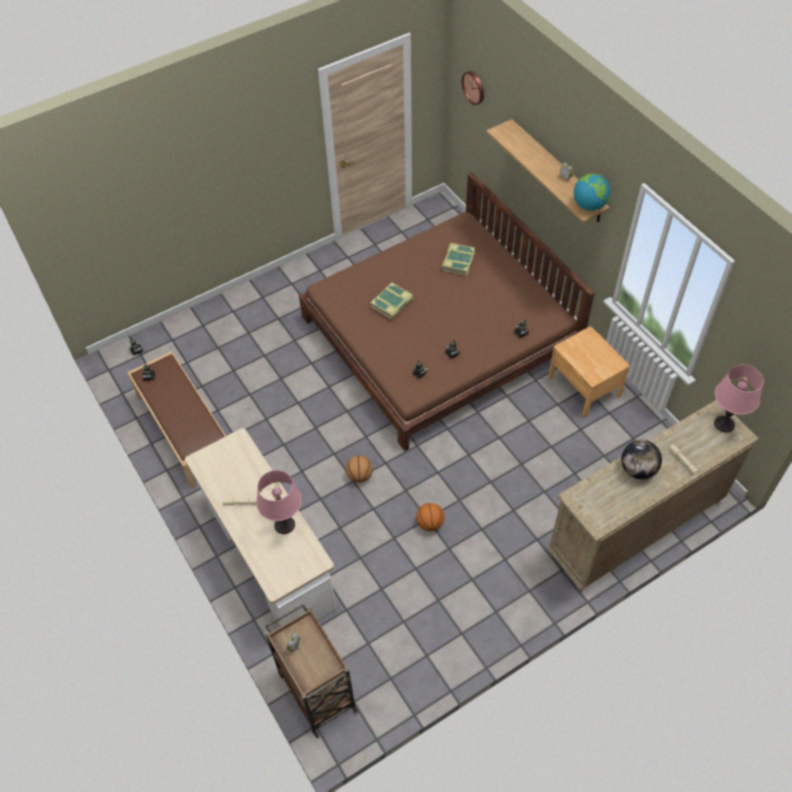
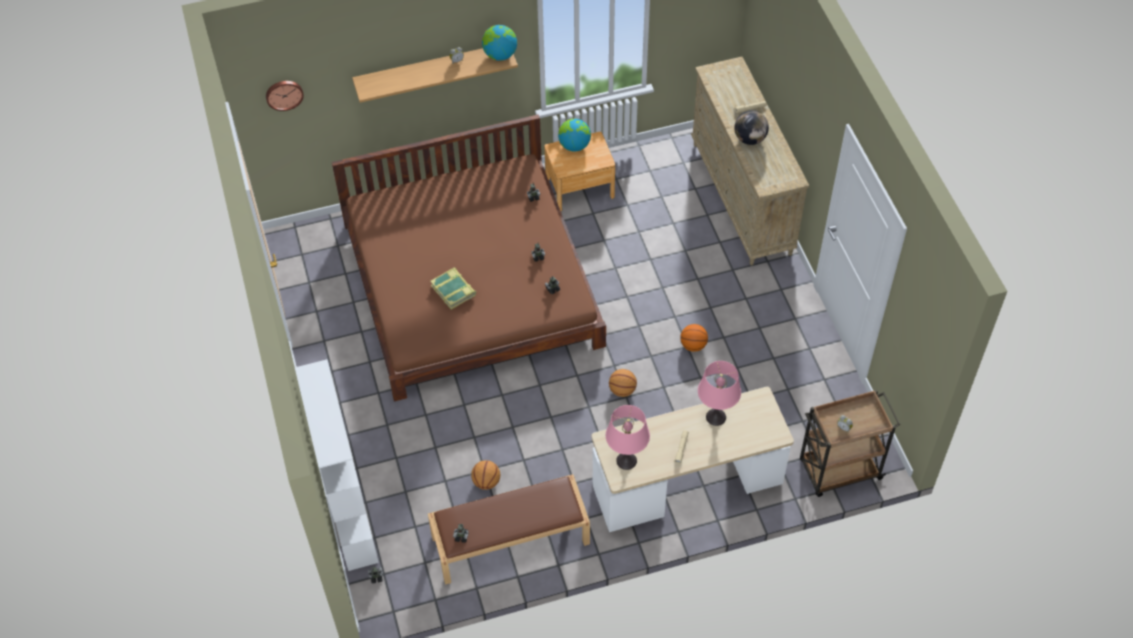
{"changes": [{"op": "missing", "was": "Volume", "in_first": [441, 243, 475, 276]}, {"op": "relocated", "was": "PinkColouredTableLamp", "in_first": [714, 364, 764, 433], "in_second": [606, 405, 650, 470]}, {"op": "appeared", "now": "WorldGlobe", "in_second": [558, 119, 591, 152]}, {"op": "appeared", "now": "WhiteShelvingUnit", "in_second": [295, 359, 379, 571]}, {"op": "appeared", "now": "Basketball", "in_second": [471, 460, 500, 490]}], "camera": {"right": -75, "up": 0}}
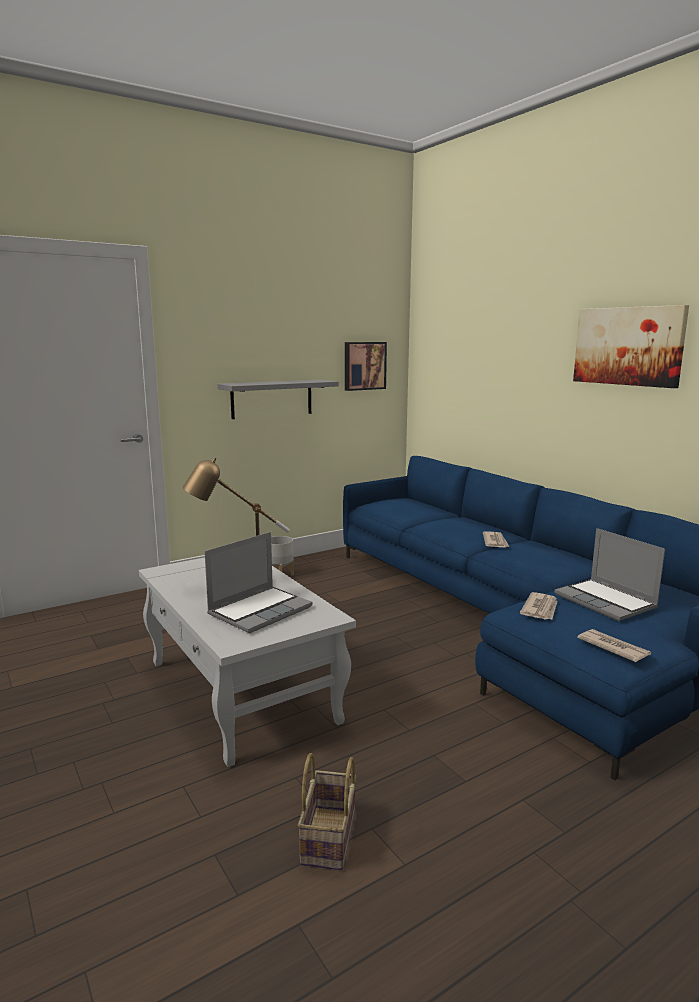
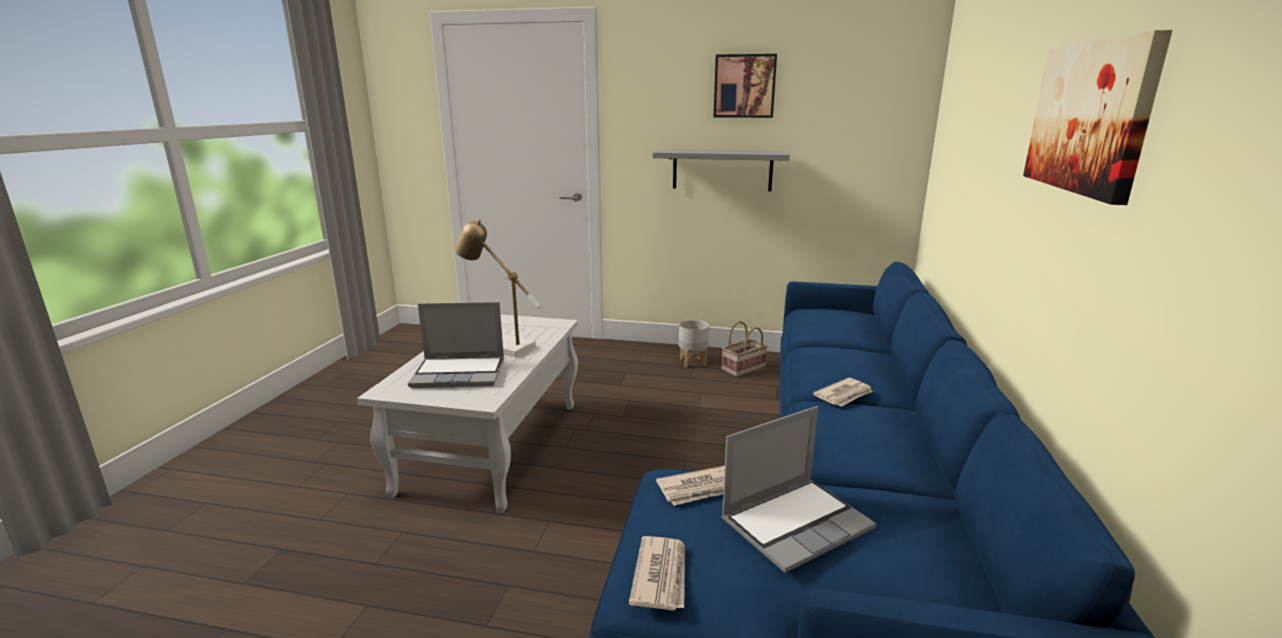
{"changes": [{"op": "relocated", "was": "WallArt", "in_first": [345, 342, 387, 391], "in_second": [714, 54, 777, 118]}, {"op": "spun", "was": "PortableComputer", "in_first": [554, 528, 665, 621], "in_second": [721, 406, 876, 573], "clockwise": -135}, {"op": "relocated", "was": "Basket", "in_first": [298, 753, 356, 870], "in_second": [721, 321, 768, 377]}], "camera": {"right": 45, "up": 5}}
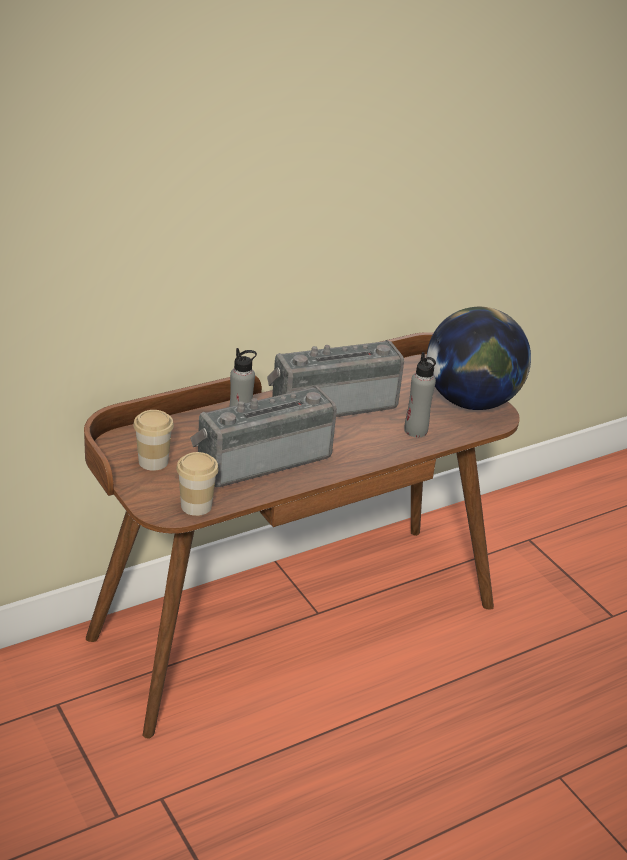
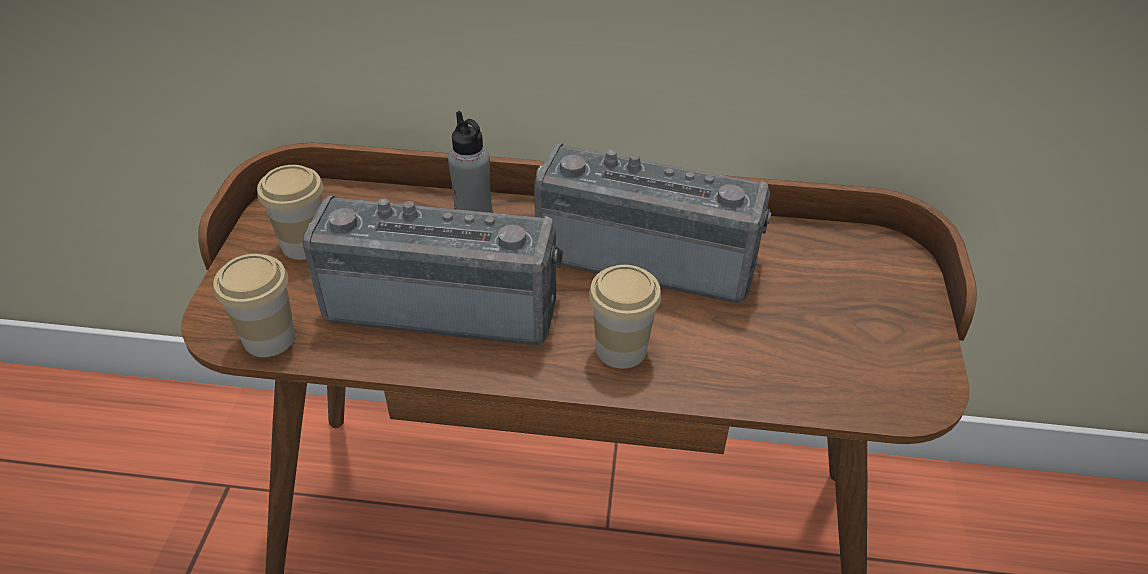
{"changes": [{"op": "missing", "was": "WorldGlobe", "in_first": [427, 307, 531, 410]}, {"op": "missing", "was": "GrayBeverageBottle", "in_first": [404, 352, 436, 437]}, {"op": "appeared", "now": "SmallCup", "in_second": [589, 265, 661, 368]}], "camera": {"right": 40, "up": 10}}
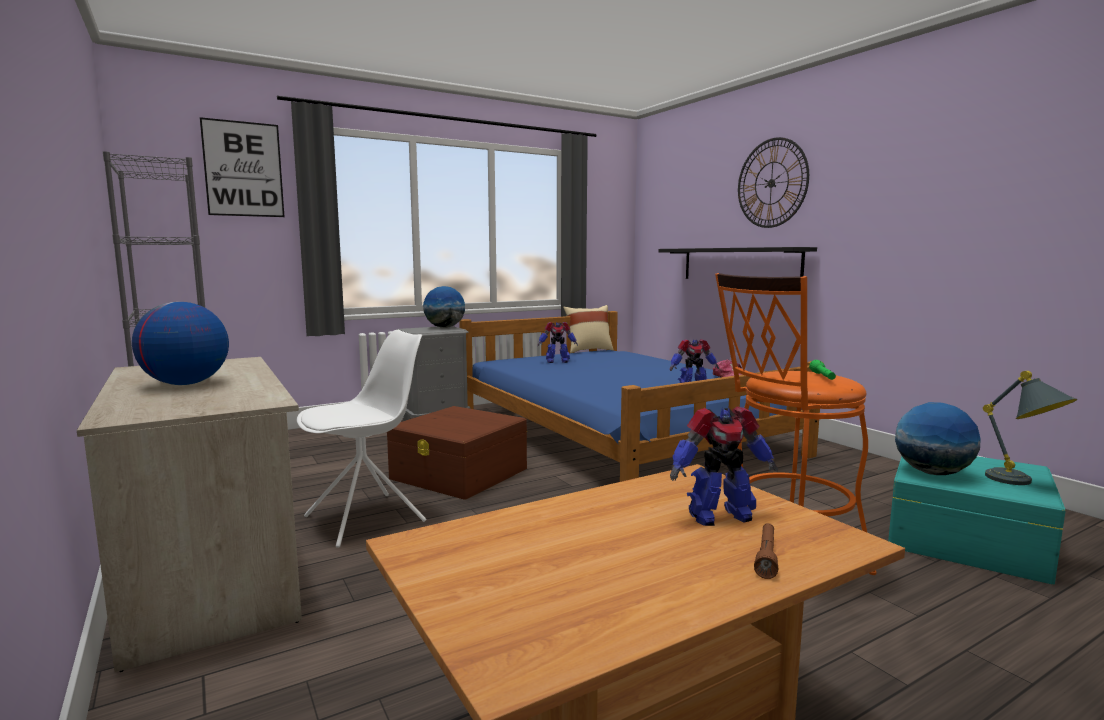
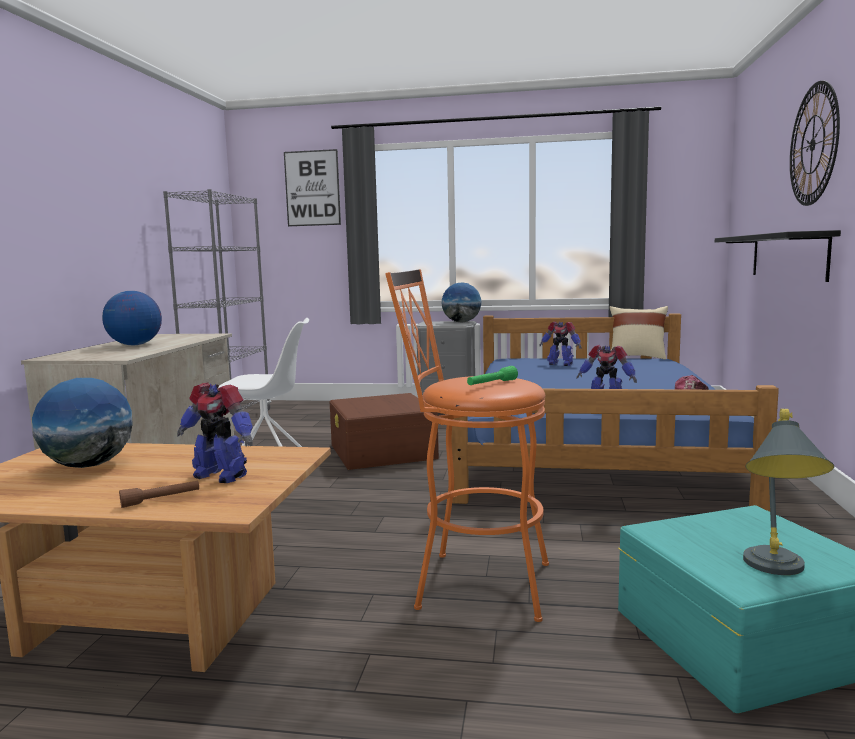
{"changes": [{"op": "relocated", "was": "WorldGlobe", "in_first": [895, 402, 981, 475], "in_second": [32, 378, 133, 468]}], "camera": {"right": 40, "up": 0}}
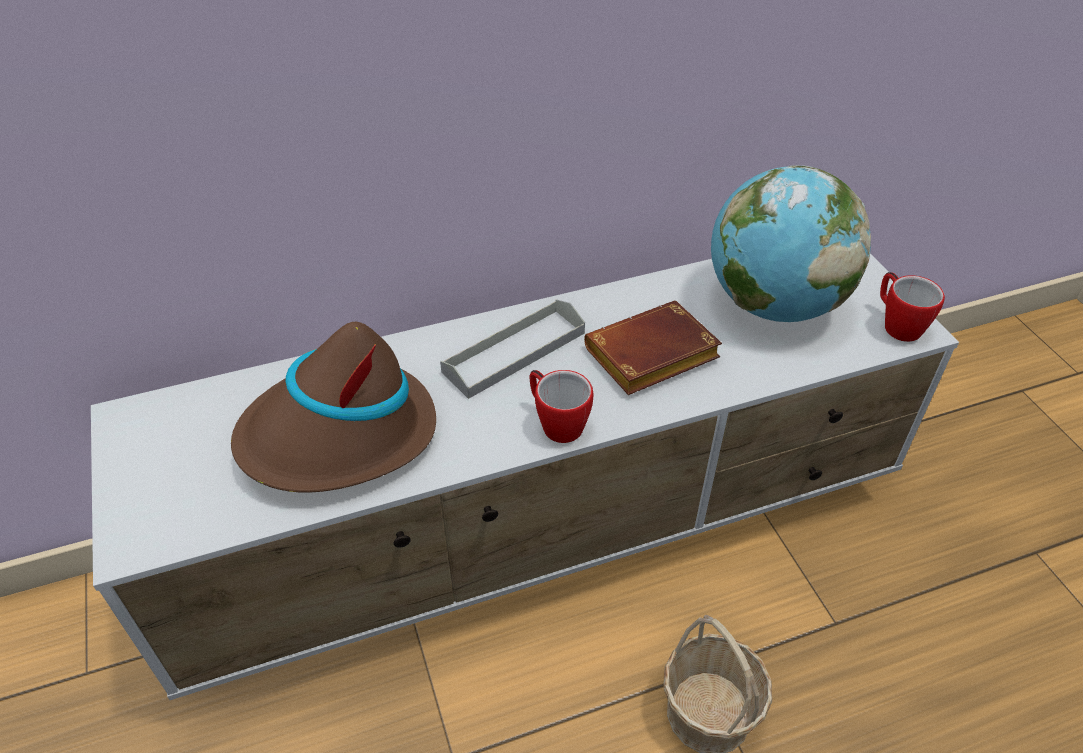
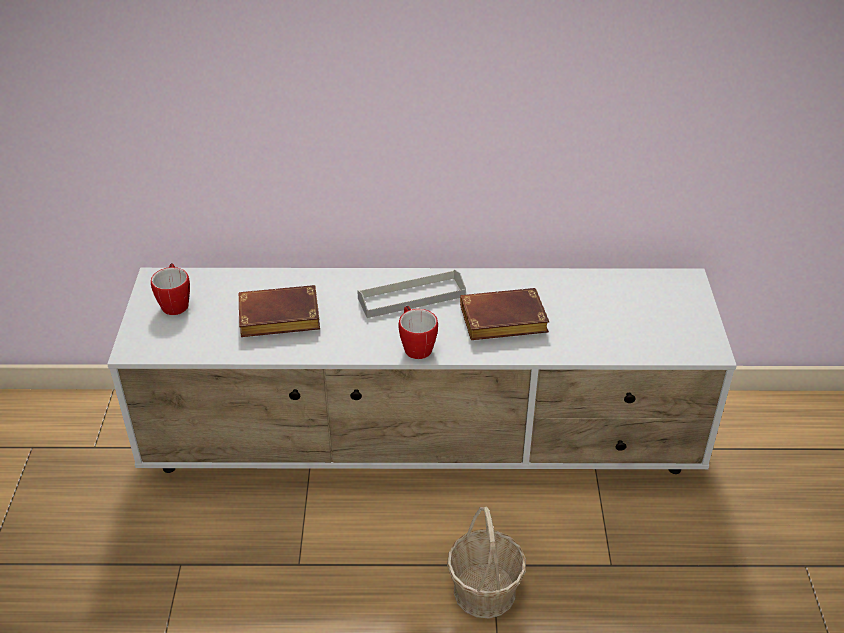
{"changes": [{"op": "missing", "was": "WorldGlobe", "in_first": [711, 165, 871, 322]}, {"op": "relocated", "was": "TeaMug", "in_first": [880, 272, 945, 342], "in_second": [151, 263, 190, 315]}, {"op": "exchanged", "was": "BrownishClothingHat", "now": "BrownishVolume", "in_first": [231, 322, 436, 493], "in_second": [239, 285, 320, 337]}], "camera": {"right": 20, "up": -5}}
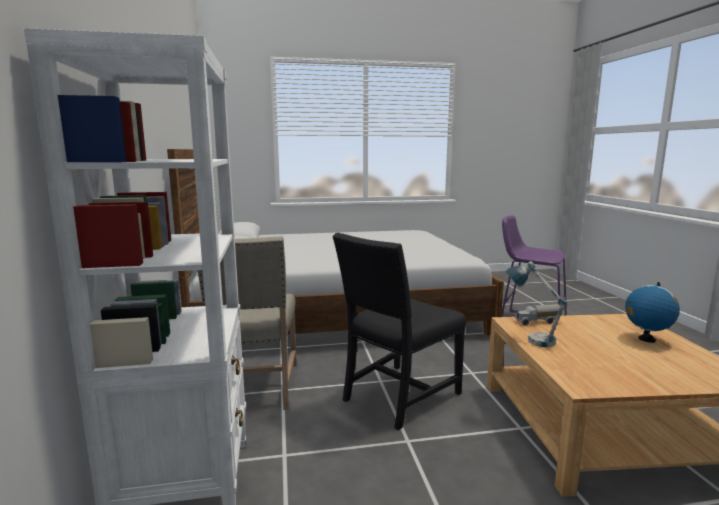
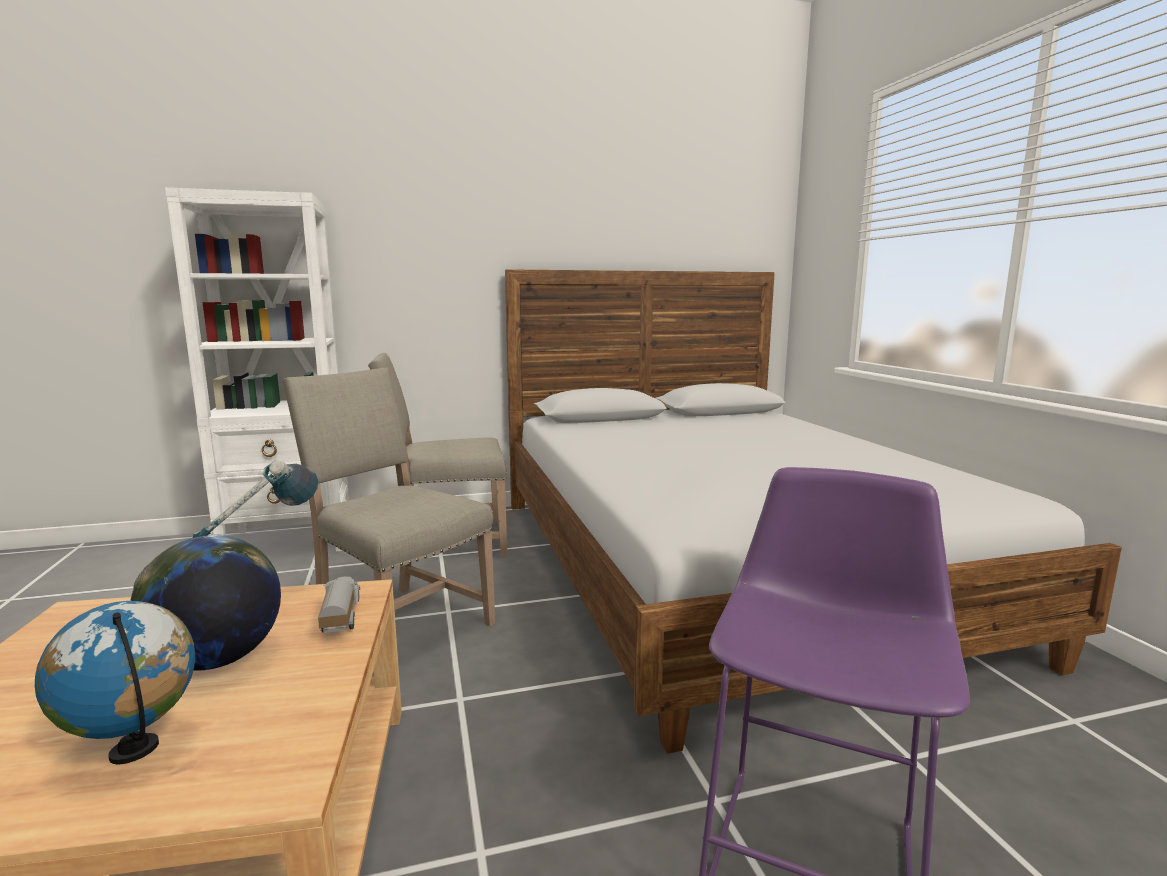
{"changes": [{"op": "colour", "was": "BlackPlainChair", "now": "BeigePlainChair", "in_first": [332, 233, 466, 430], "in_second": [282, 367, 495, 626]}, {"op": "appeared", "now": "WorldGlobe", "in_second": [130, 534, 281, 671]}], "camera": {"right": 85, "up": 0}}
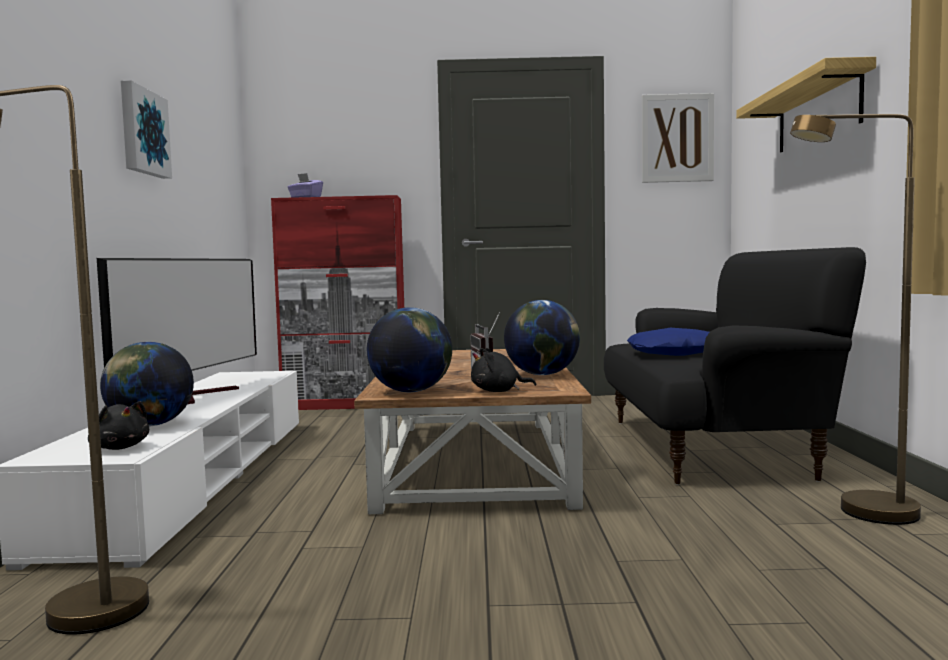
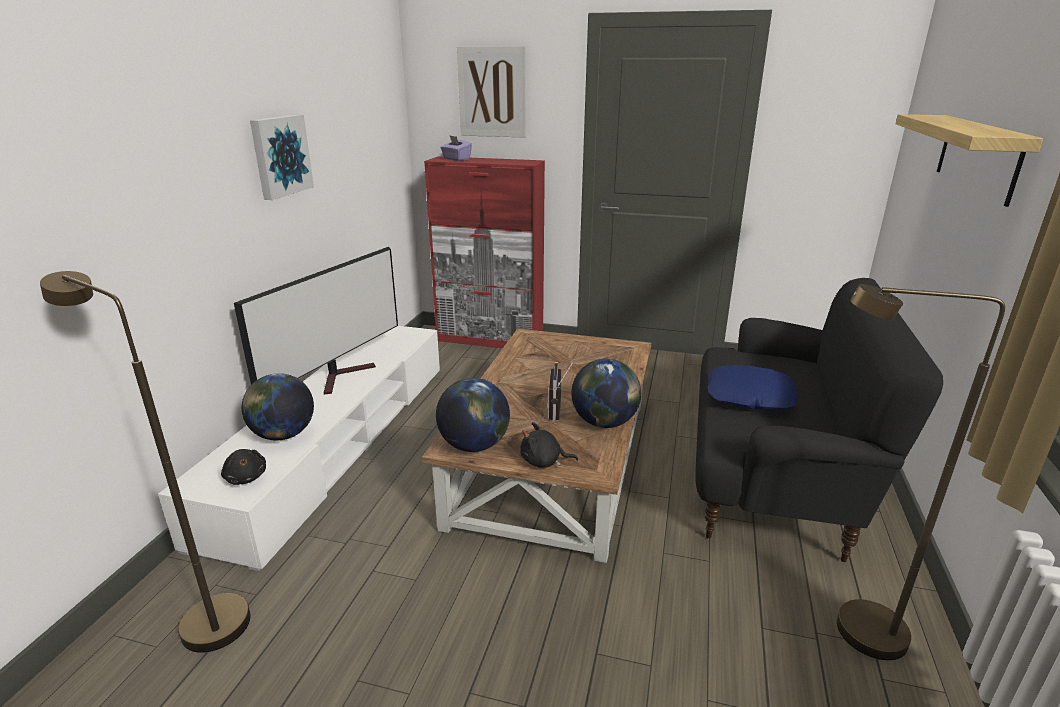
{"changes": [{"op": "relocated", "was": "WallArt", "in_first": [642, 93, 714, 183], "in_second": [457, 46, 525, 138]}], "camera": {"right": 15, "up": 20}}
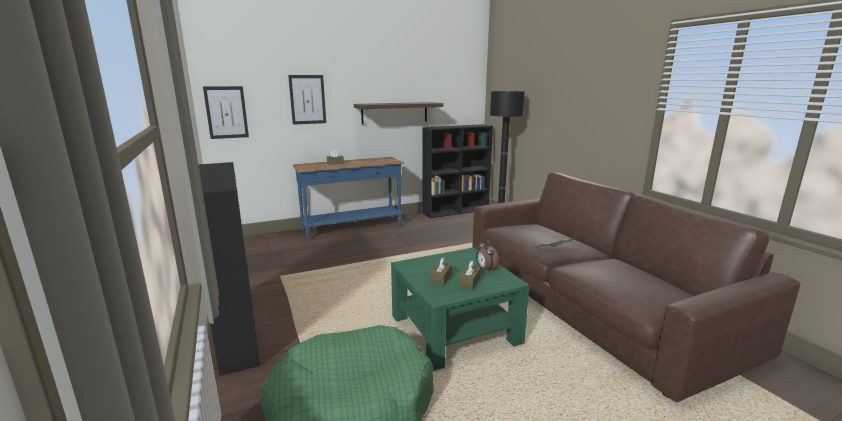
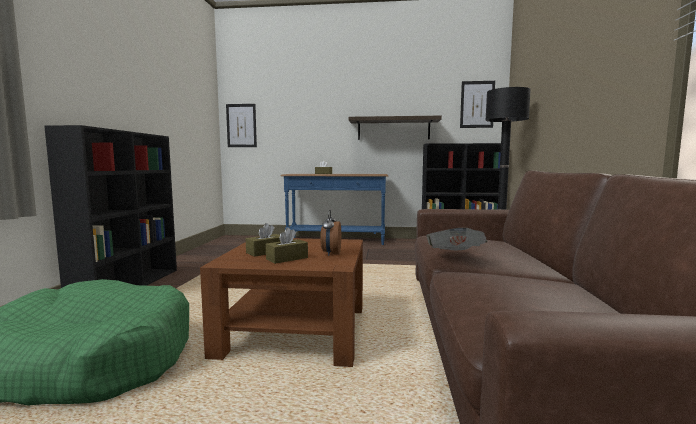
{"changes": [{"op": "relocated", "was": "WallArt", "in_first": [288, 75, 326, 125], "in_second": [460, 81, 495, 128]}, {"op": "colour", "was": "GreenLoungeTable", "now": "BrownishLoungeTable", "in_first": [391, 247, 530, 371], "in_second": [200, 238, 363, 367]}], "camera": {"right": 30, "up": -10}}
